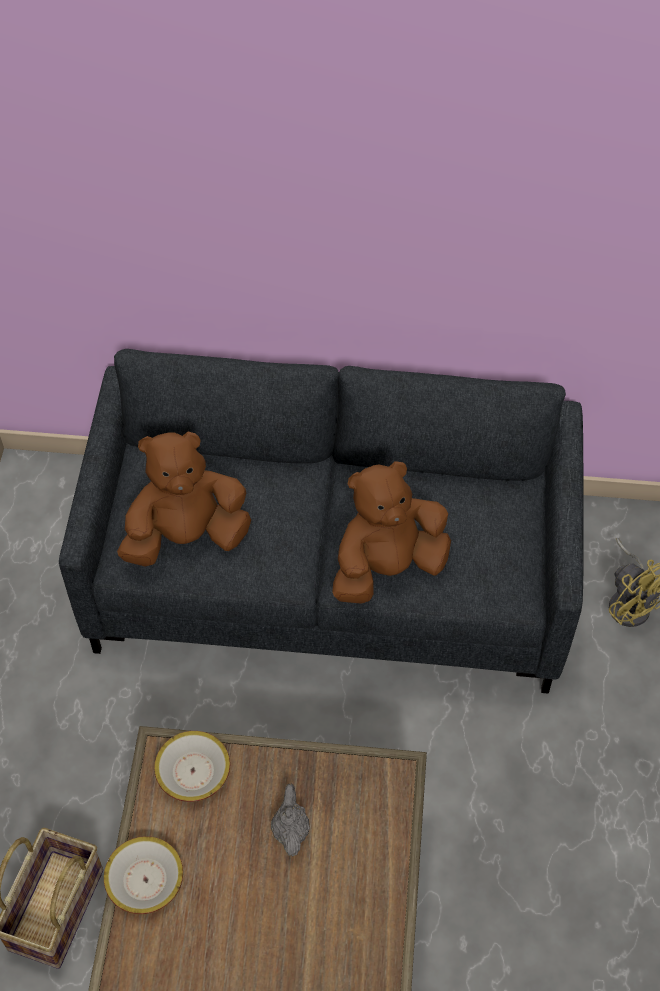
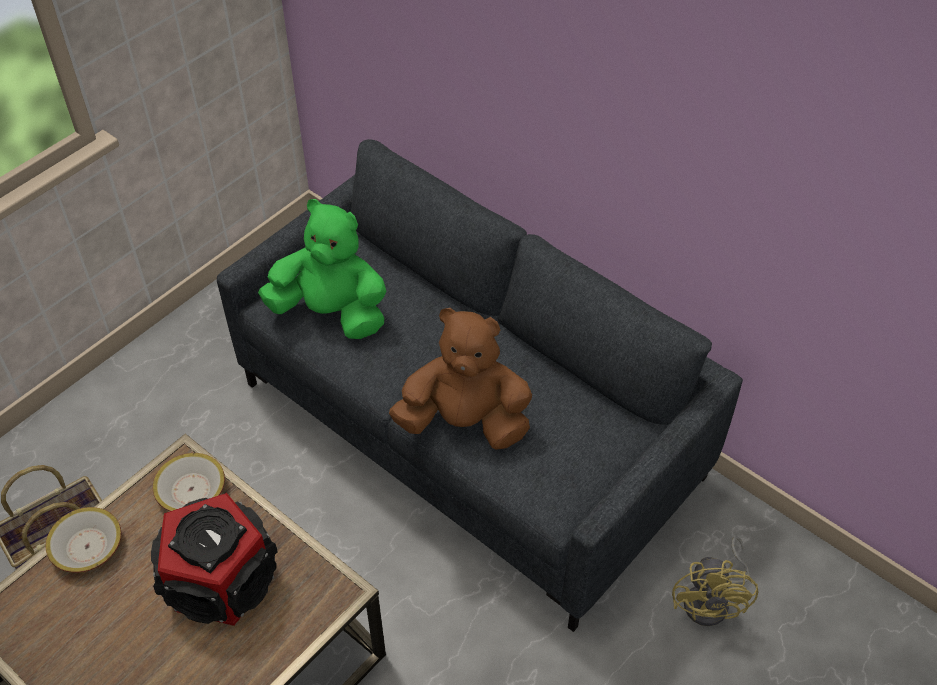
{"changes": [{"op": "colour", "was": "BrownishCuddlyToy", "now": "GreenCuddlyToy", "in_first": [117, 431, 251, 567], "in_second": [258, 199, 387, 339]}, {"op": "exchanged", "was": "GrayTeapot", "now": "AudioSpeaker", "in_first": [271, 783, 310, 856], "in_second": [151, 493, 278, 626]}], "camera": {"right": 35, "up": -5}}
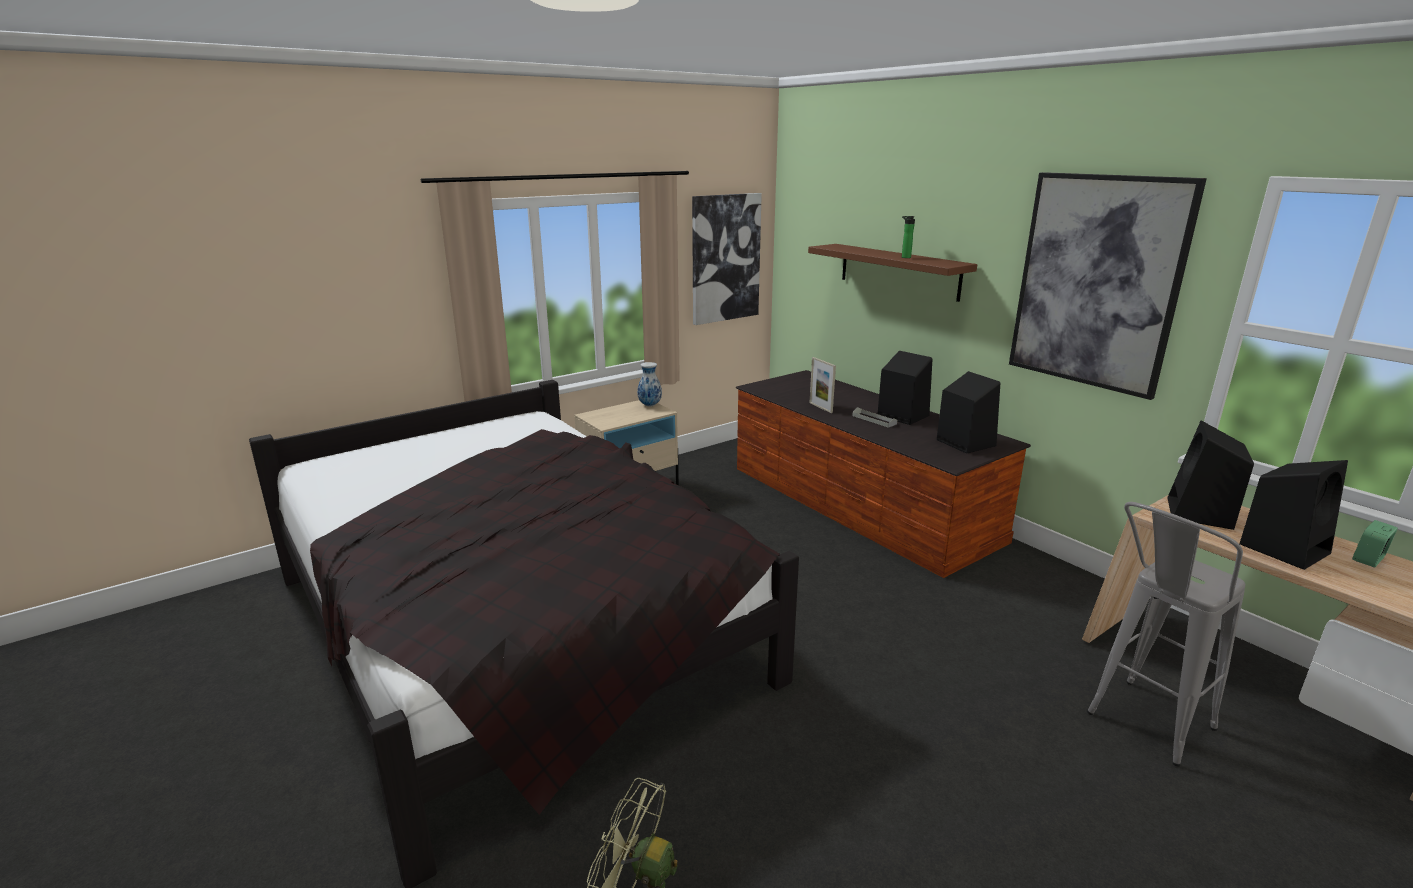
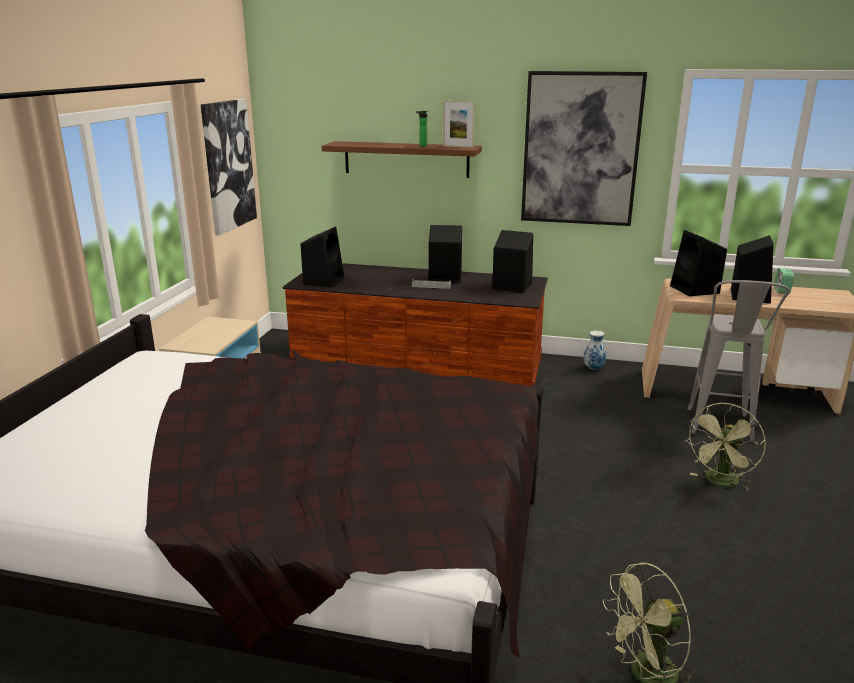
{"changes": [{"op": "relocated", "was": "PhotoFrame", "in_first": [810, 357, 836, 413], "in_second": [443, 101, 474, 148]}, {"op": "relocated", "was": "DecorativeVase", "in_first": [637, 362, 662, 406], "in_second": [583, 330, 606, 370]}, {"op": "appeared", "now": "BlackAudioSpeaker", "in_second": [301, 227, 344, 287]}, {"op": "appeared", "now": "GreenElectricFan", "in_second": [685, 403, 766, 491]}], "camera": {"right": -40, "up": 0}}
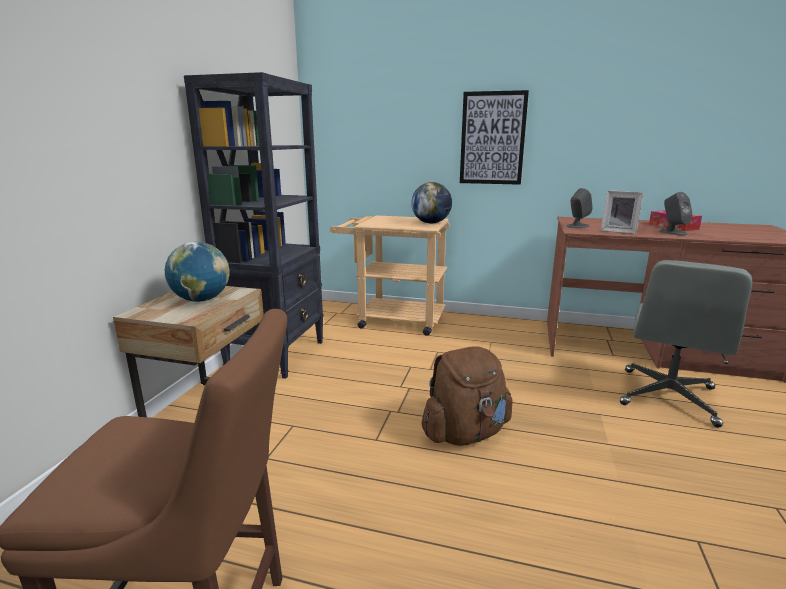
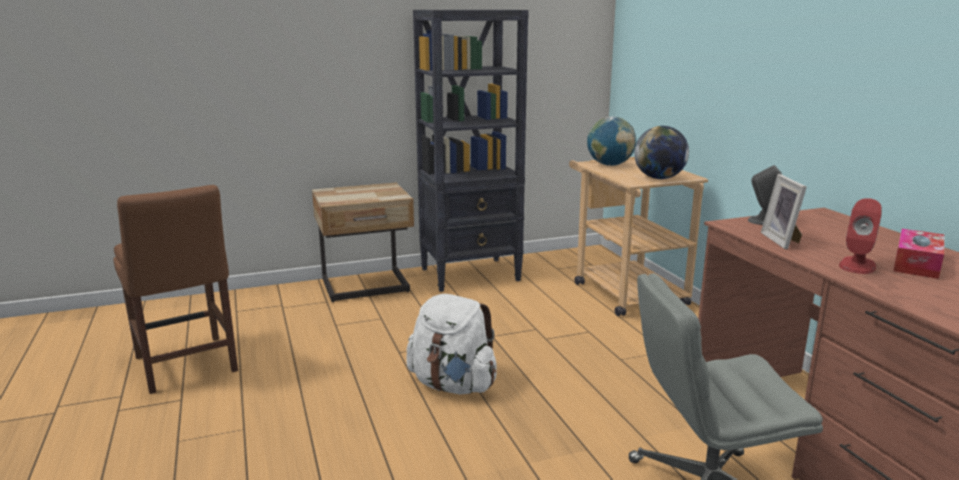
{"changes": [{"op": "missing", "was": "WallArt", "in_first": [460, 90, 529, 185]}, {"op": "colour", "was": "GrayAudioSpeaker", "now": "ReddishAudioSpeaker", "in_first": [659, 192, 693, 235], "in_second": [839, 198, 882, 274]}, {"op": "relocated", "was": "WorldGlobe", "in_first": [165, 242, 230, 302], "in_second": [587, 117, 636, 166]}, {"op": "colour", "was": "BrownishKnapsack", "now": "WhiteKnapsack", "in_first": [422, 346, 513, 446], "in_second": [406, 294, 496, 394]}], "camera": {"right": 55, "up": 0}}
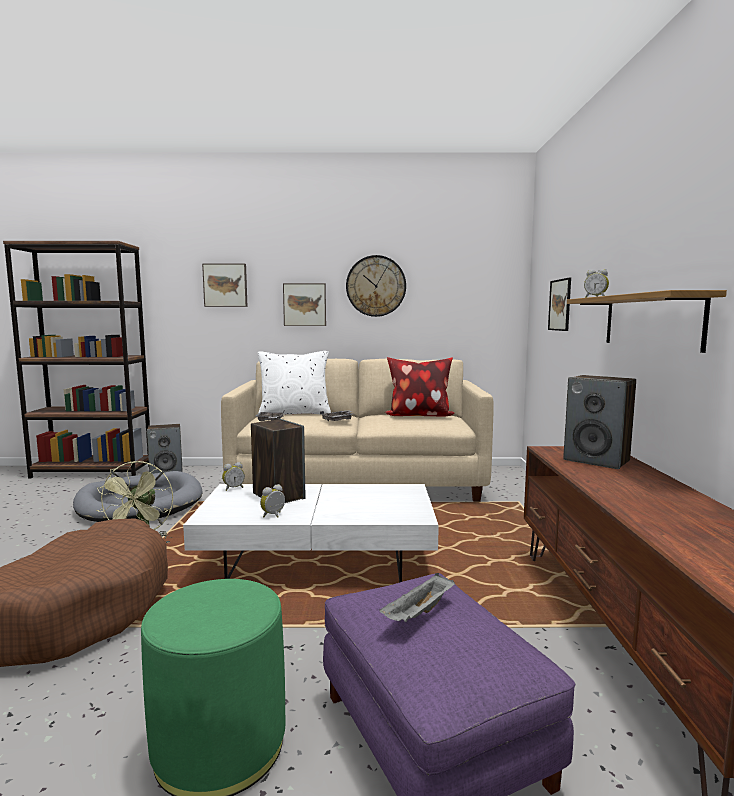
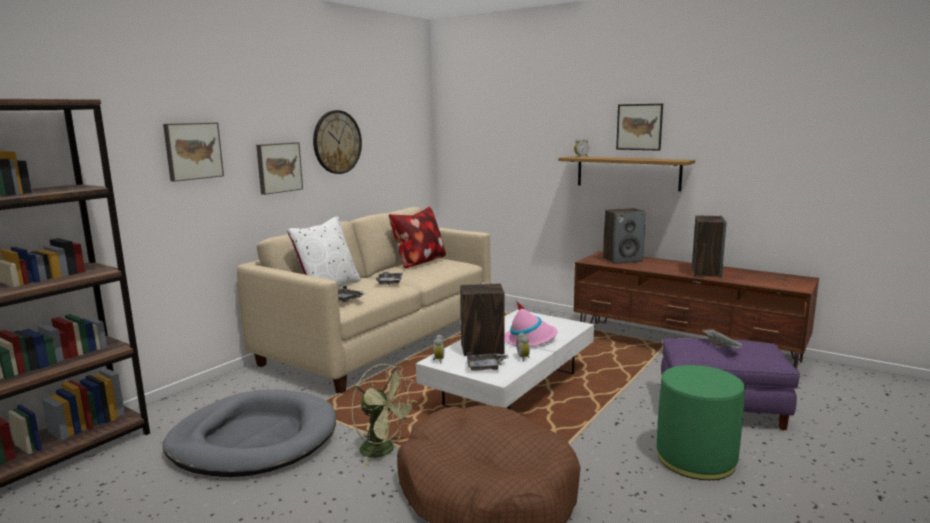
{"changes": [{"op": "relocated", "was": "WallArt", "in_first": [548, 278, 571, 331], "in_second": [616, 104, 663, 151]}, {"op": "relocated", "was": "AudioSpeaker", "in_first": [147, 424, 183, 474], "in_second": [692, 215, 726, 278]}, {"op": "appeared", "now": "PinkColouredClothingHat", "in_second": [505, 301, 557, 347]}, {"op": "appeared", "now": "GrayCarryingTray", "in_second": [467, 352, 509, 371]}], "camera": {"right": -55, "up": 5}}
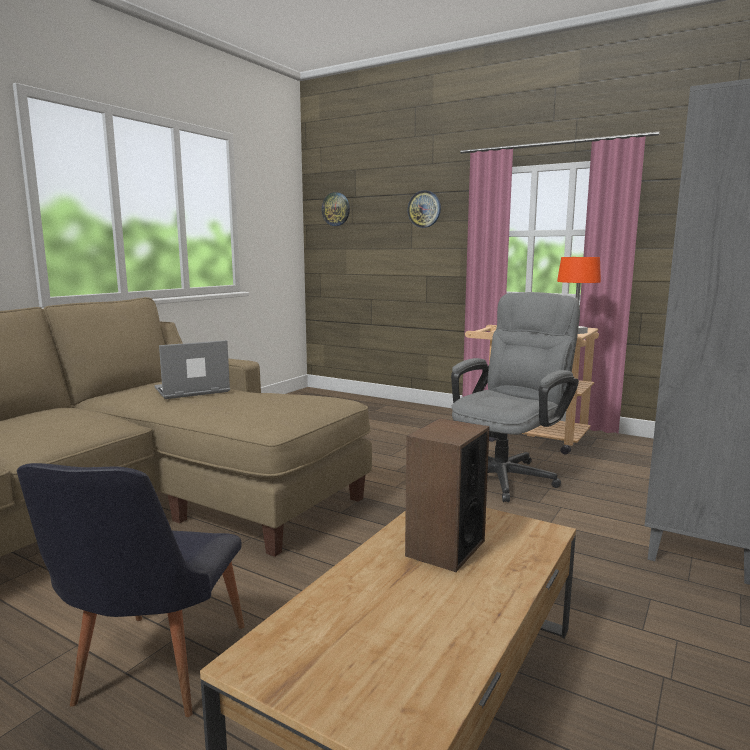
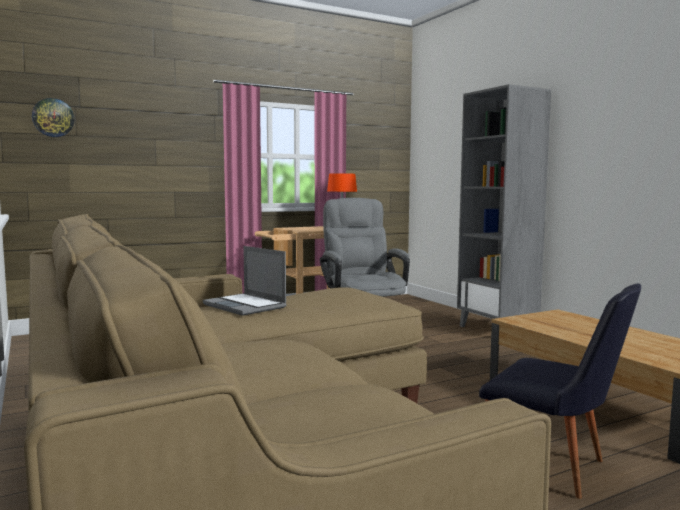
{"changes": [{"op": "missing", "was": "WallClock", "in_first": [408, 190, 441, 228]}, {"op": "spun", "was": "PortableComputer", "in_first": [154, 340, 230, 399], "in_second": [203, 246, 287, 316], "clockwise": -45}, {"op": "missing", "was": "AudioSpeaker", "in_first": [405, 418, 490, 572]}], "camera": {"right": -60, "up": -5}}
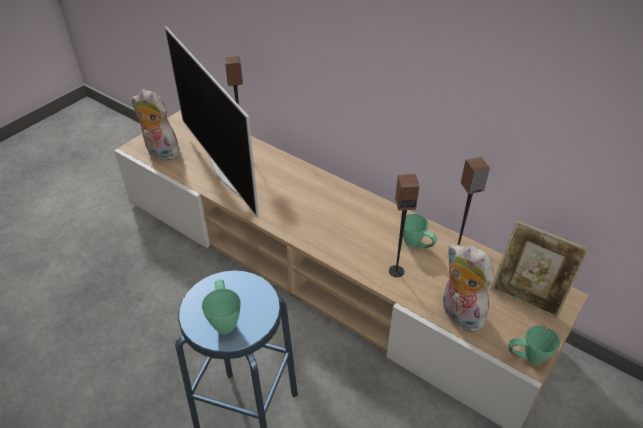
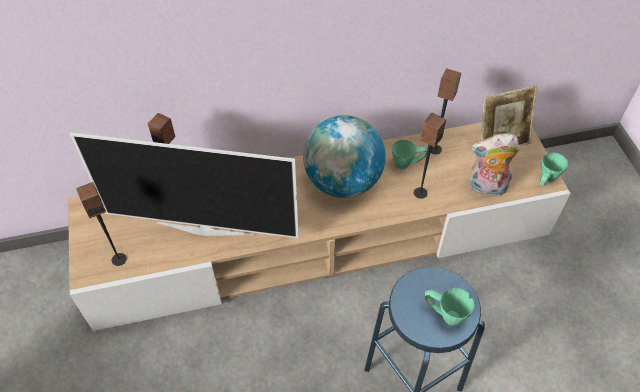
{"changes": [{"op": "exchanged", "was": "CuddlyToy", "now": "AudioSpeaker", "in_first": [131, 89, 184, 162], "in_second": [76, 182, 127, 266]}, {"op": "appeared", "now": "WorldGlobe", "in_second": [303, 115, 386, 198]}], "camera": {"right": -50, "up": 10}}
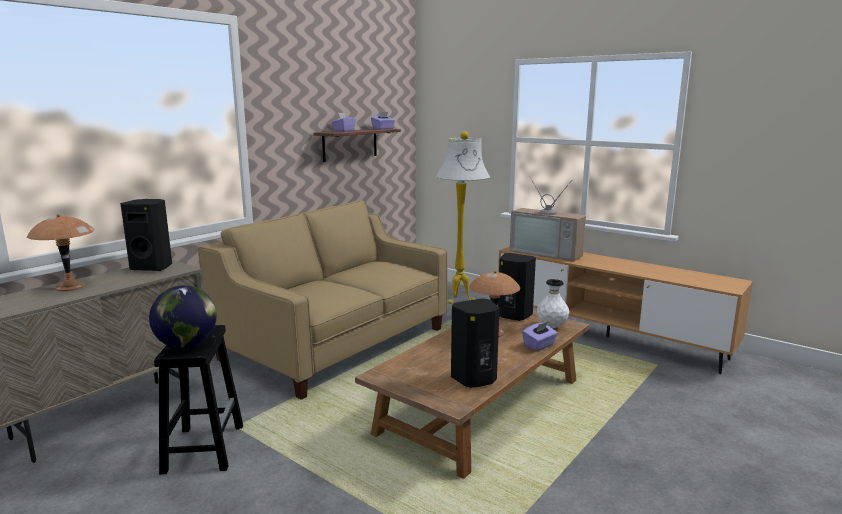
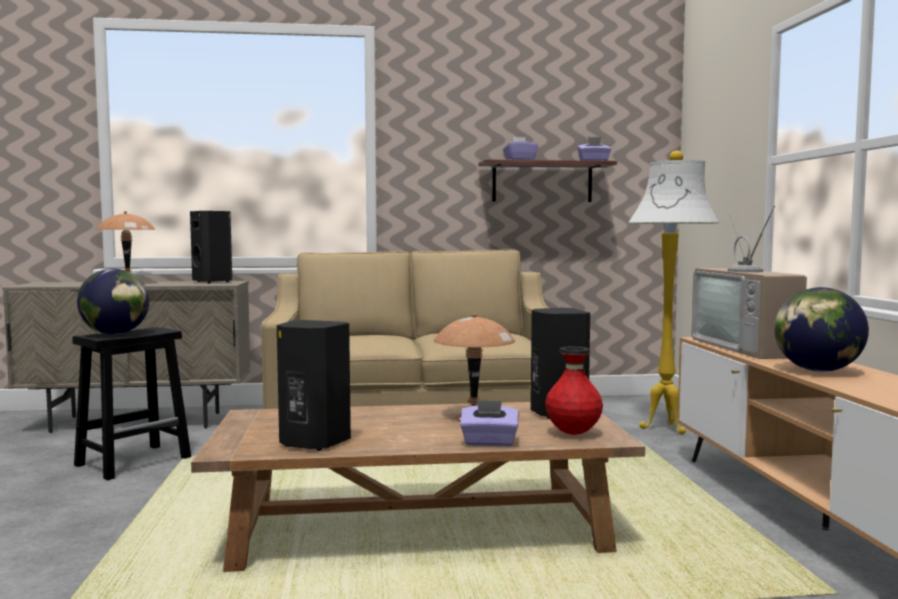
{"changes": [{"op": "colour", "was": "WhiteDecorativeVase", "now": "ReddishDecorativeVase", "in_first": [537, 279, 569, 328], "in_second": [545, 346, 603, 435]}, {"op": "appeared", "now": "WorldGlobe", "in_second": [774, 287, 869, 372]}], "camera": {"right": 45, "up": -10}}
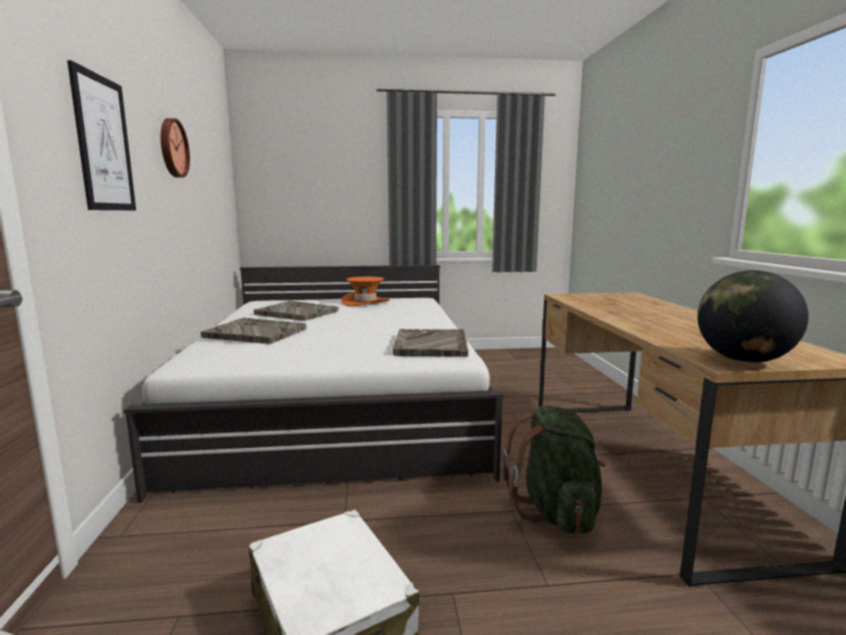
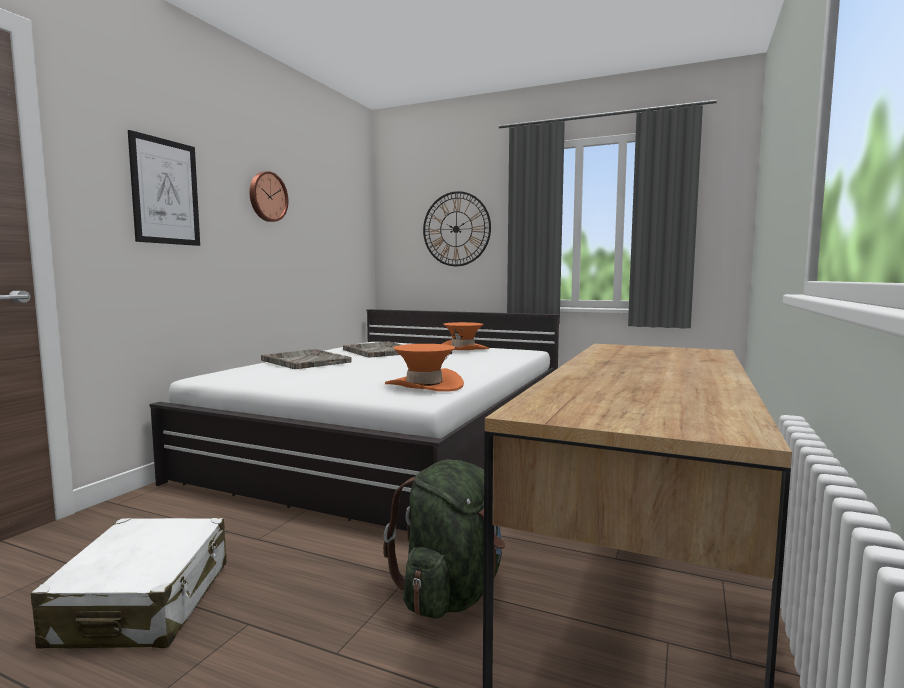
{"changes": [{"op": "missing", "was": "WorldGlobe", "in_first": [697, 270, 809, 363]}, {"op": "exchanged", "was": "GrayCarryingTray", "now": "OrangeColouredClothingHat", "in_first": [393, 329, 469, 357], "in_second": [385, 344, 464, 391]}, {"op": "appeared", "now": "WallClock", "in_second": [423, 191, 491, 266]}], "camera": {"right": 30, "up": -5}}
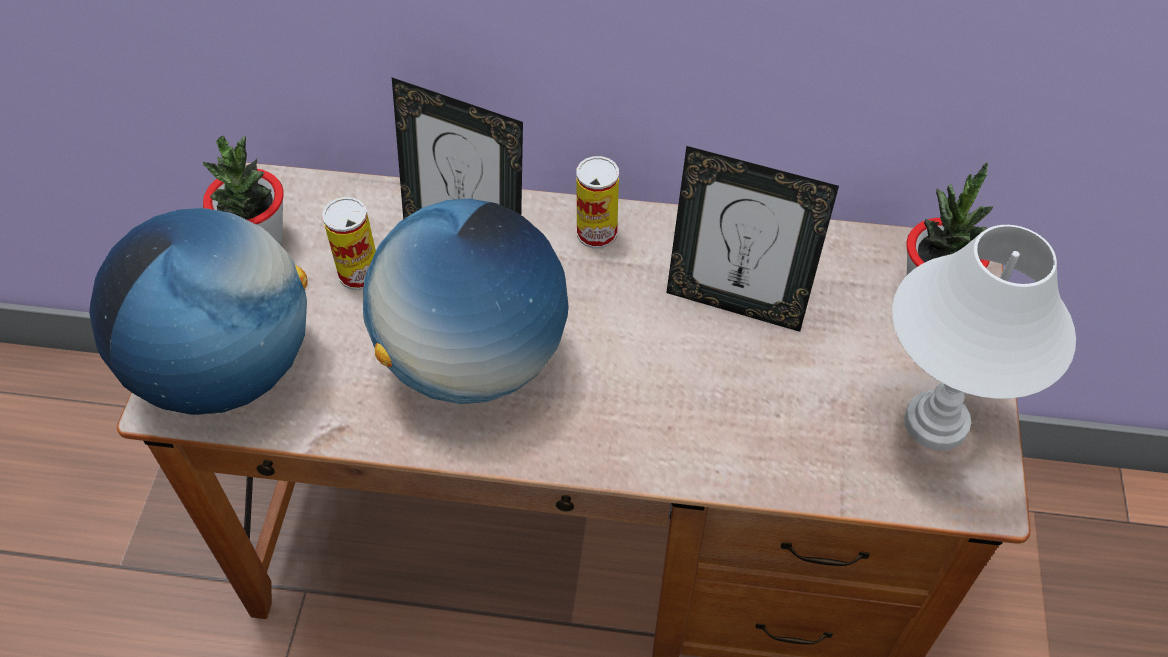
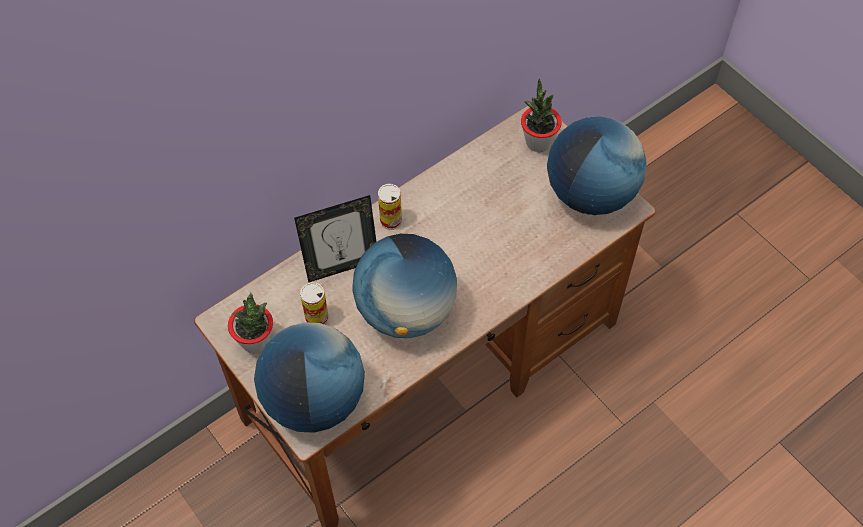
{"changes": [{"op": "missing", "was": "PhotoFrame", "in_first": [666, 146, 839, 332]}, {"op": "exchanged", "was": "WhiteTableLamp", "now": "WorldGlobe", "in_first": [892, 225, 1076, 451], "in_second": [547, 116, 647, 215]}], "camera": {"right": -45, "up": 5}}
